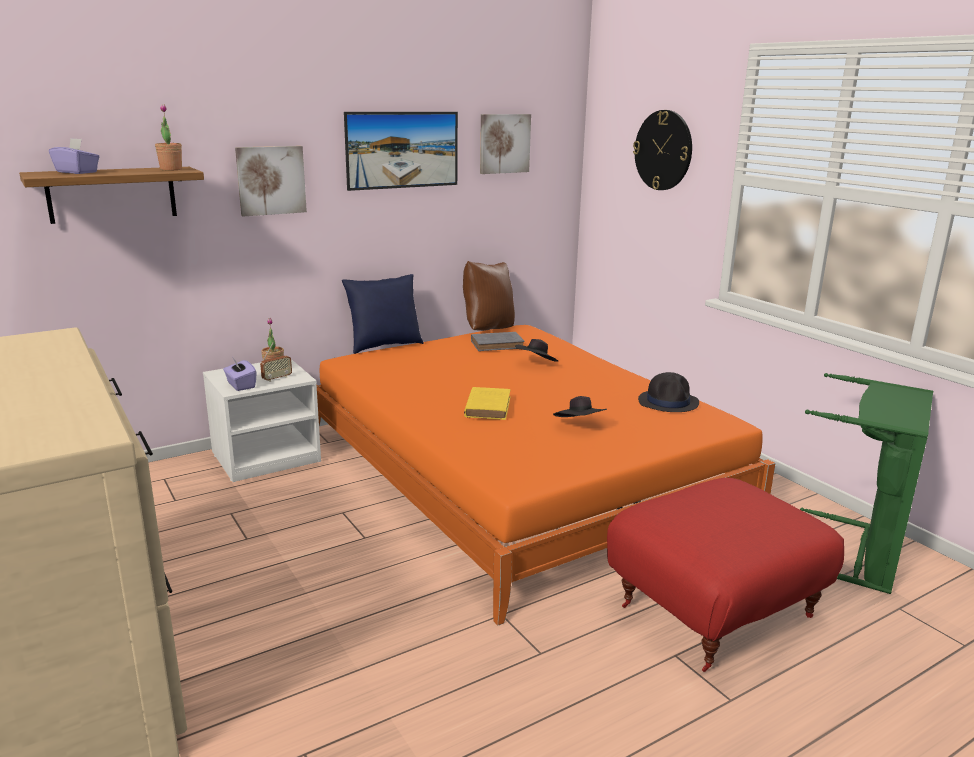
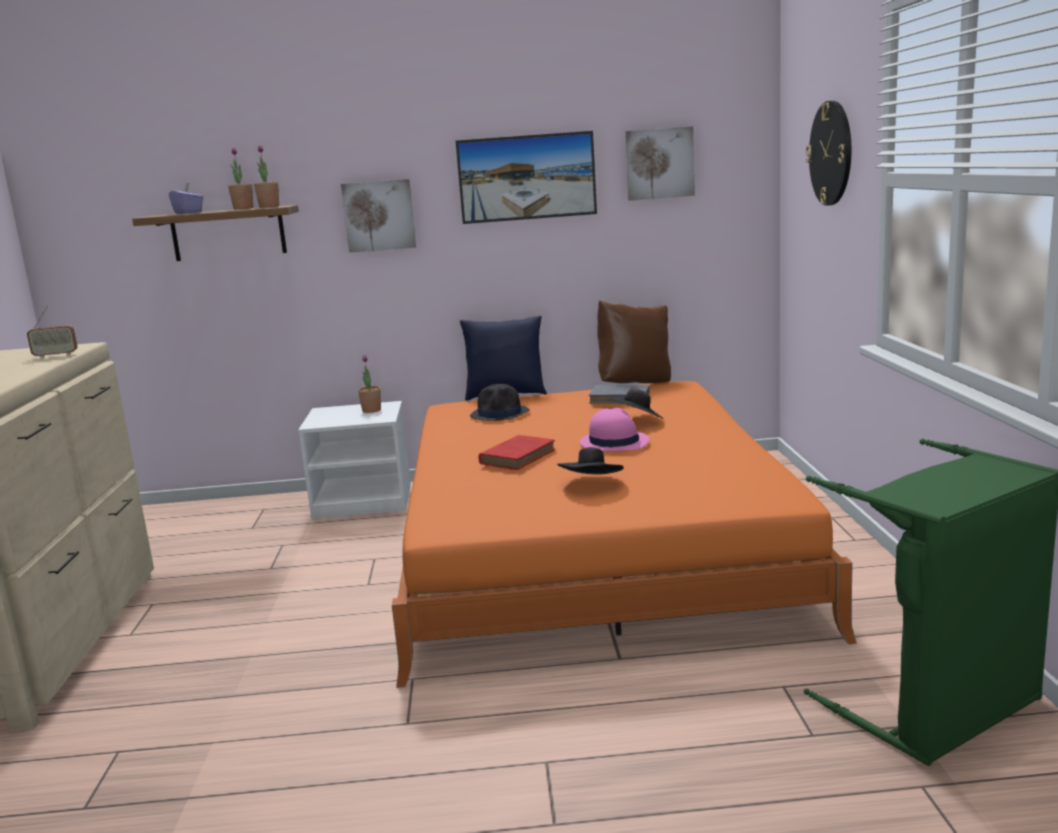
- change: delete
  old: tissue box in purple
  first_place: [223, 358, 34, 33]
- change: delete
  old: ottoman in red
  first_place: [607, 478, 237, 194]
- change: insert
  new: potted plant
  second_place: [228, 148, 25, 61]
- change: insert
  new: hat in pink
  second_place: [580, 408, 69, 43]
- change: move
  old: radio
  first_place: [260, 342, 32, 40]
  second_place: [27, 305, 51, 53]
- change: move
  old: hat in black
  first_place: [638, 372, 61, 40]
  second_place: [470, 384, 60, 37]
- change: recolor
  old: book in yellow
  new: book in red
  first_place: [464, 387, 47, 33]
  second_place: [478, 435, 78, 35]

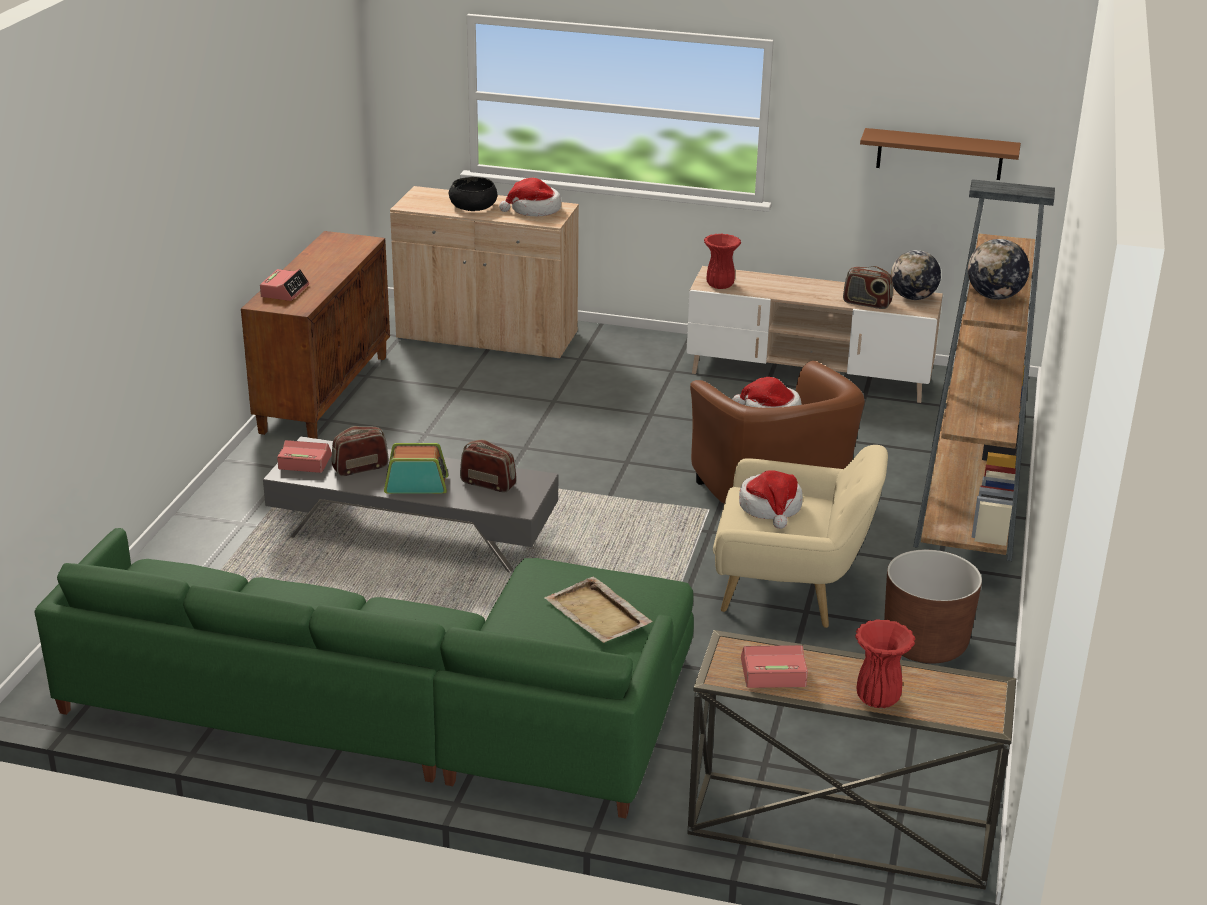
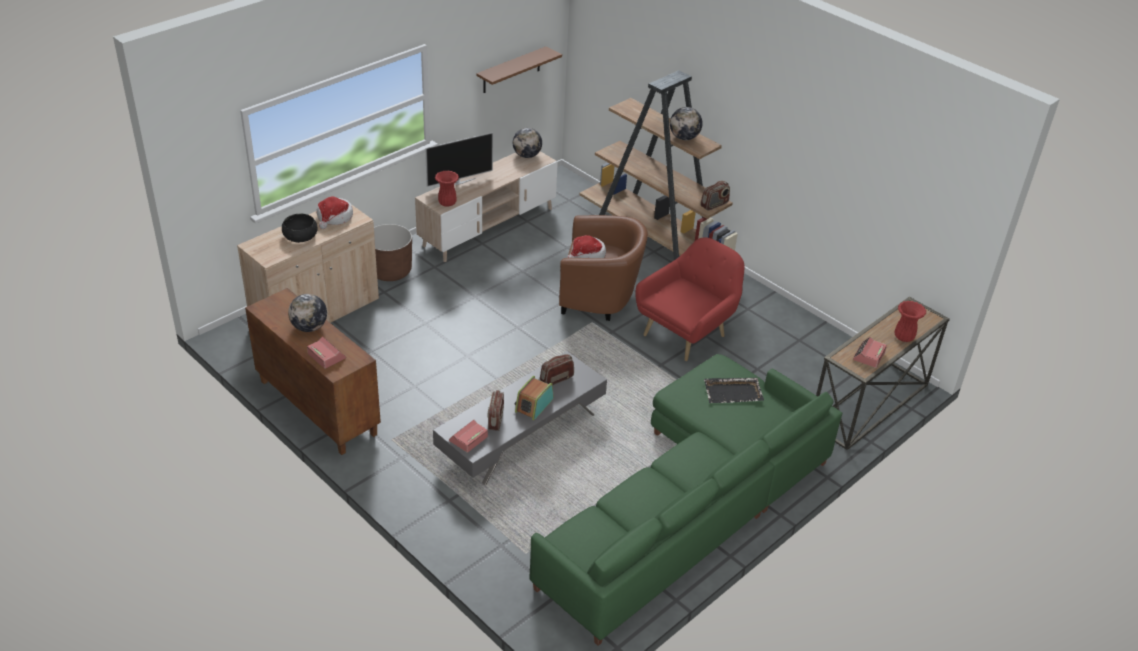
- change: delete
  old: hat
  first_place: [739, 470, 64, 59]
- change: insert
  new: globe
  second_place: [288, 294, 39, 38]
- change: insert
  new: television
  second_place: [425, 132, 68, 55]
- change: move
  old: radio
  first_place: [843, 266, 50, 43]
  second_place: [700, 181, 30, 29]
- change: move
  old: planter in brown
  first_place: [884, 550, 98, 113]
  second_place: [374, 224, 38, 57]
- change: recolor
  old: tray in beige
  new: tray in black
  first_place: [544, 577, 109, 66]
  second_place: [704, 378, 60, 25]
- change: recolor
  old: armchair in beige
  new: armchair in red
  first_place: [713, 445, 175, 183]
  second_place: [635, 237, 110, 124]

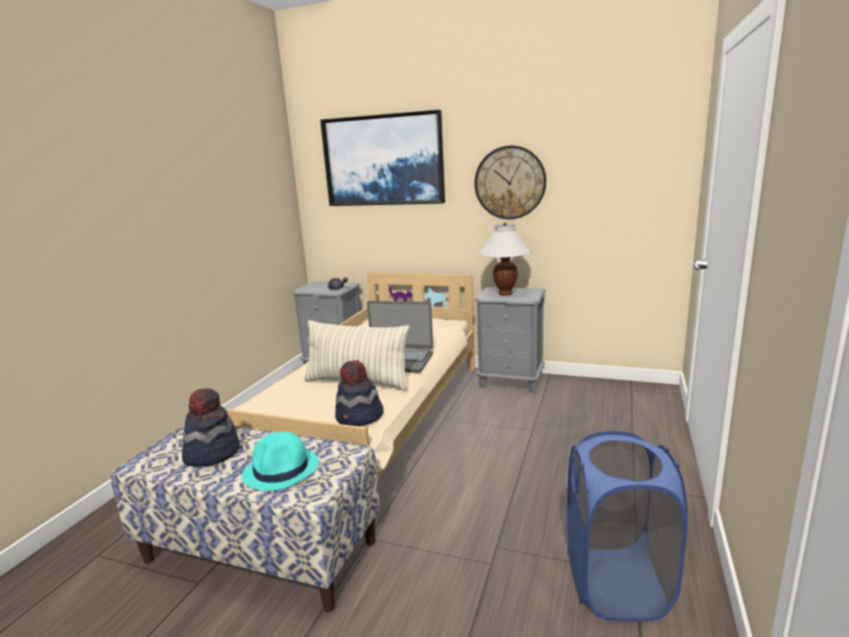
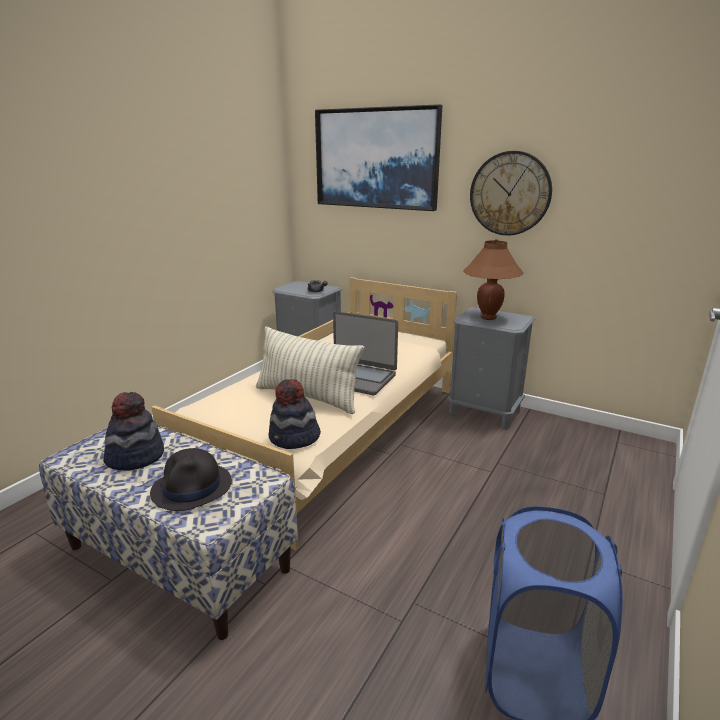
- change: recolor
  old: hat in turquoise
  new: hat in black
  first_place: [242, 432, 77, 59]
  second_place: [150, 448, 82, 63]
- change: recolor
  old: table lamp in white
  new: table lamp in brown
  first_place: [479, 223, 53, 73]
  second_place: [463, 239, 61, 81]

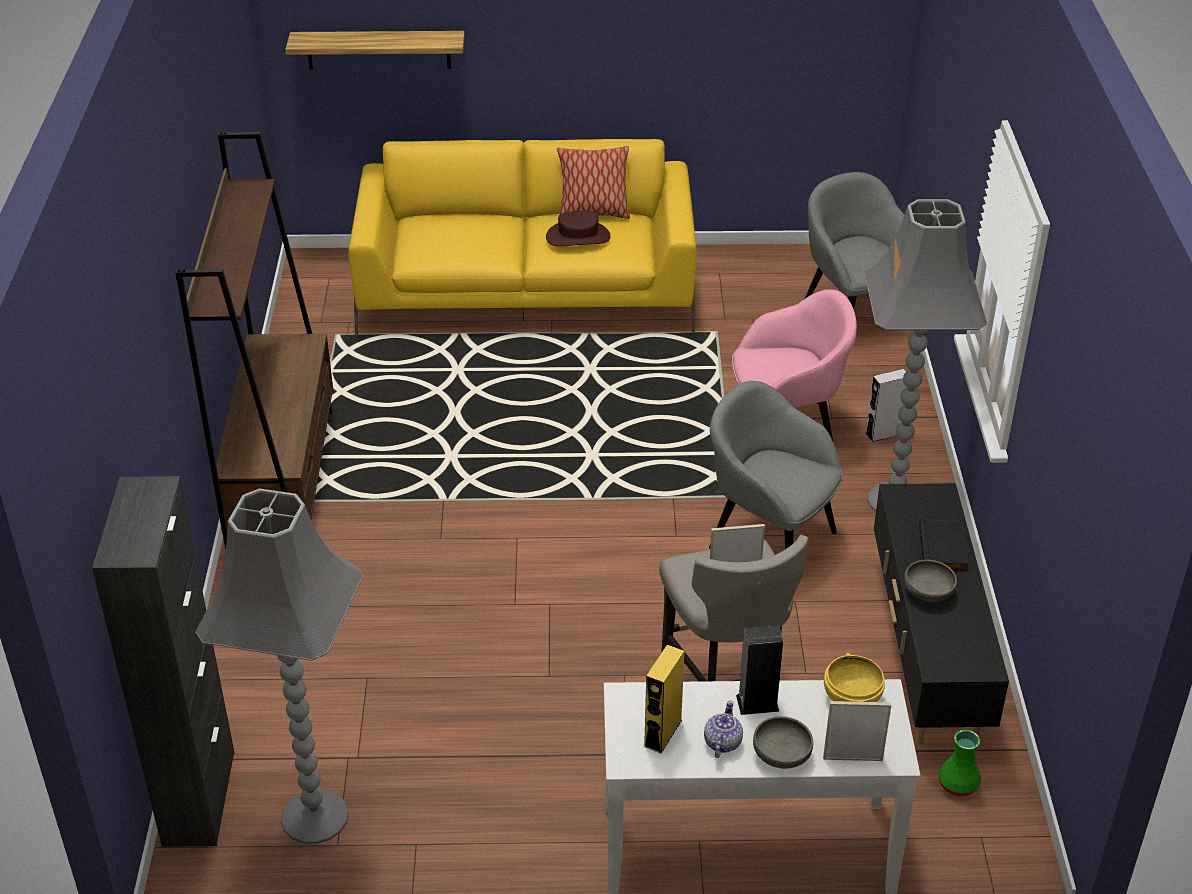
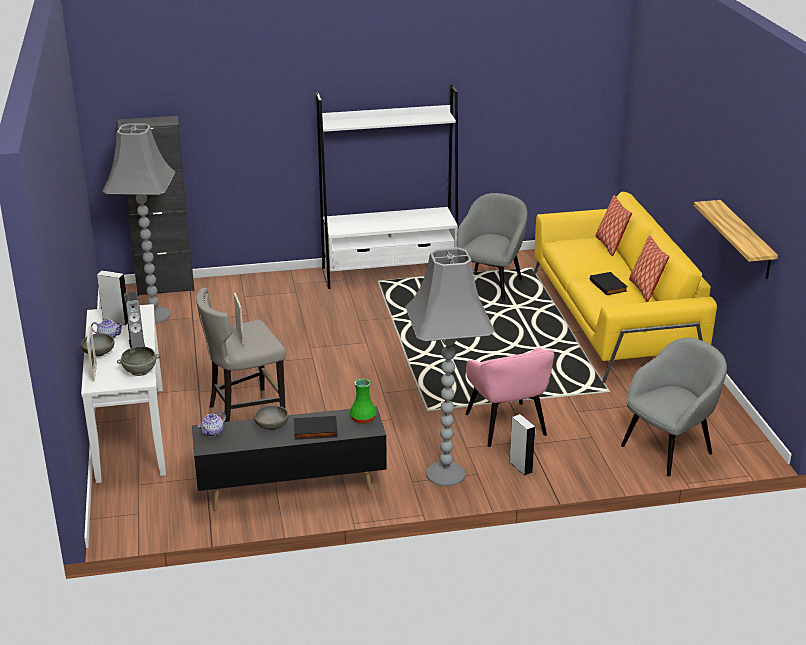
- change: insert
  new: teapot
  second_place: [198, 412, 28, 25]
- change: insert
  new: pillow
  second_place: [596, 195, 36, 61]
- change: move
  old: shelf
  first_place: [285, 31, 180, 39]
  second_place: [694, 200, 84, 79]
- change: move
  old: armchair in grey
  first_place: [709, 381, 134, 168]
  second_place: [456, 193, 72, 108]
- change: move
  old: vase in green
  first_place: [938, 730, 43, 67]
  second_place: [350, 379, 26, 45]
- change: replace
  old: hat in brown
  new: book in black
  first_place: [546, 211, 65, 35]
  second_place: [590, 272, 38, 23]
- change: recolor
  old: bookcase in brown
  new: bookcase in white
  first_place: [175, 132, 158, 418]
  second_place: [316, 85, 142, 204]
- change: recolor
  old: speaker in yellow
  new: speaker in grey
  first_place: [644, 645, 40, 108]
  second_place: [97, 271, 31, 54]
- change: recolor
  old: bowl in yellow
  new: bowl in grey
  first_place: [824, 653, 61, 49]
  second_place: [117, 346, 43, 30]

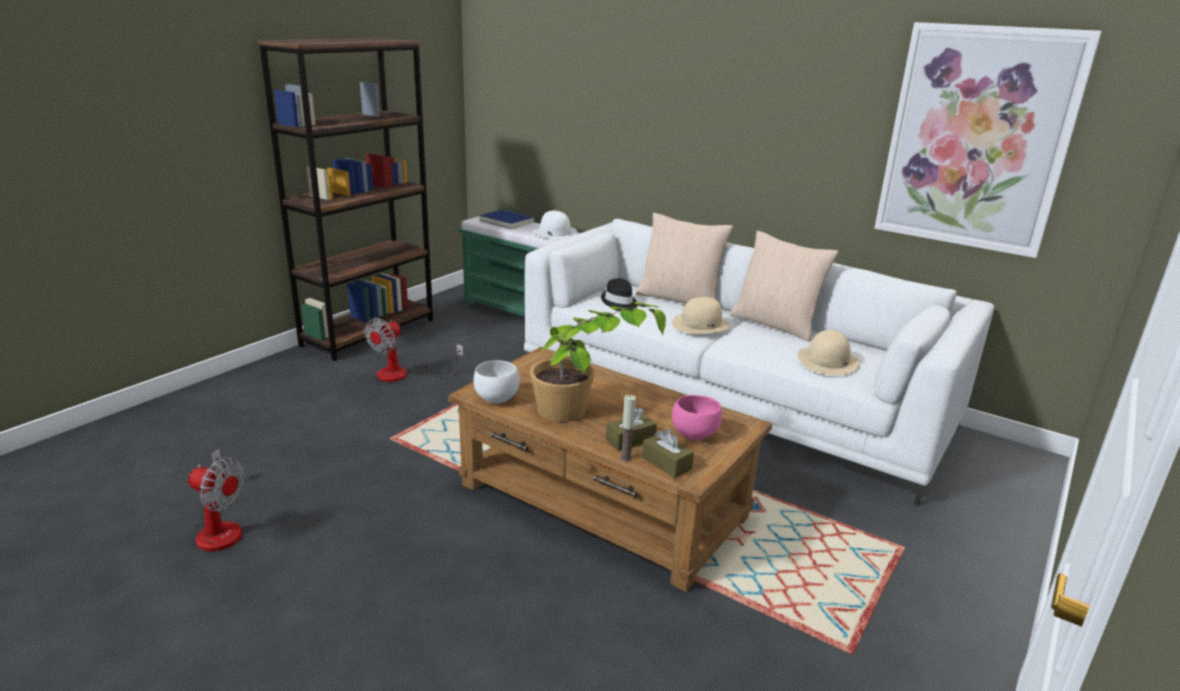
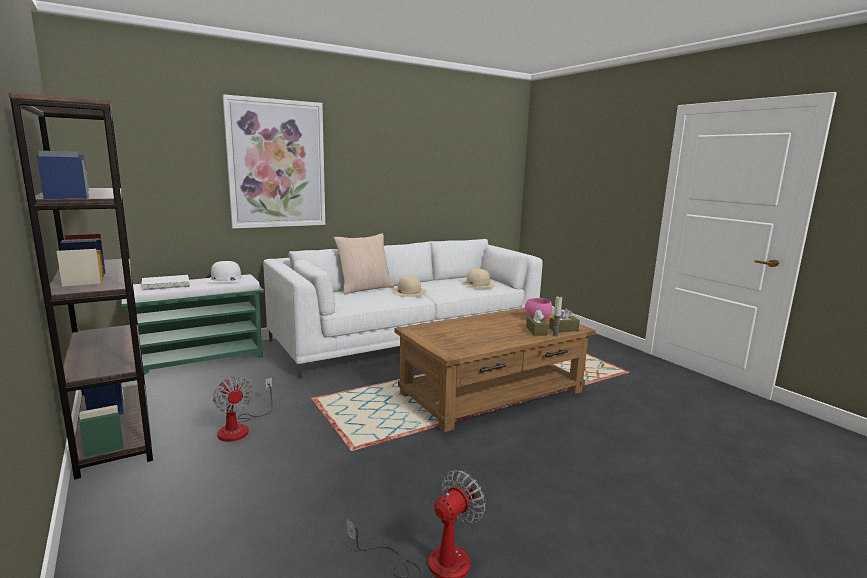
- change: delete
  old: bowl in white
  first_place: [474, 360, 46, 44]
- change: delete
  old: potted plant
  first_place: [530, 302, 136, 120]
- change: delete
  old: hat in black
  first_place: [601, 278, 37, 30]
- change: delete
  old: pillow in beige
  first_place: [730, 231, 109, 110]
- change: move
  old: picture
  first_place: [874, 22, 228, 236]
  second_place: [222, 94, 103, 135]
- change: recolor
  old: book in blue
  new: book in white
  first_place: [479, 209, 56, 20]
  second_place: [141, 275, 49, 15]

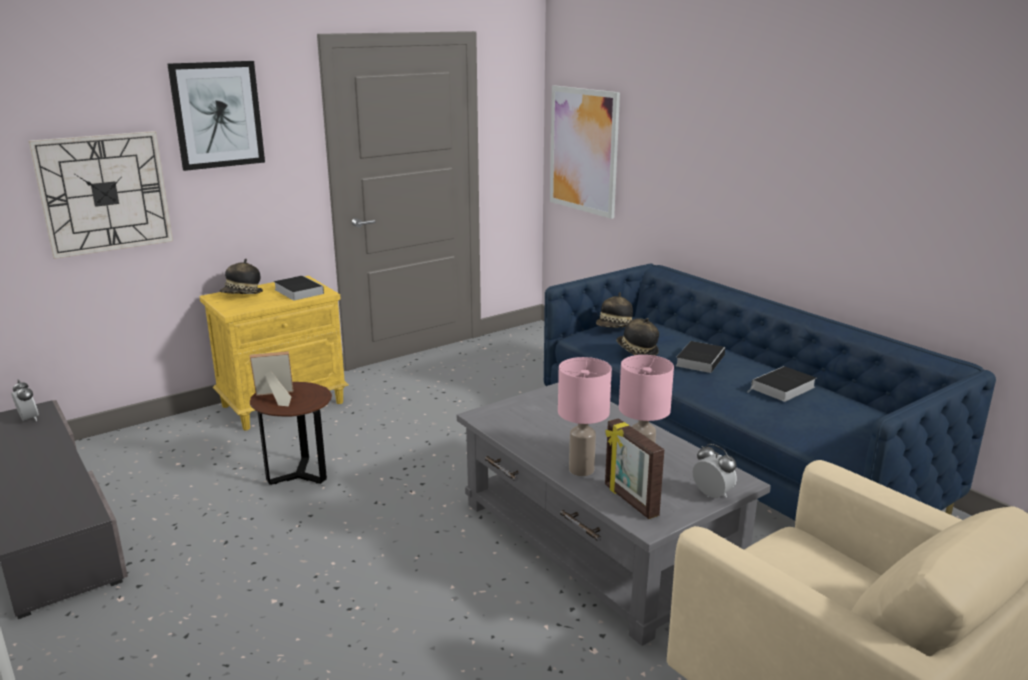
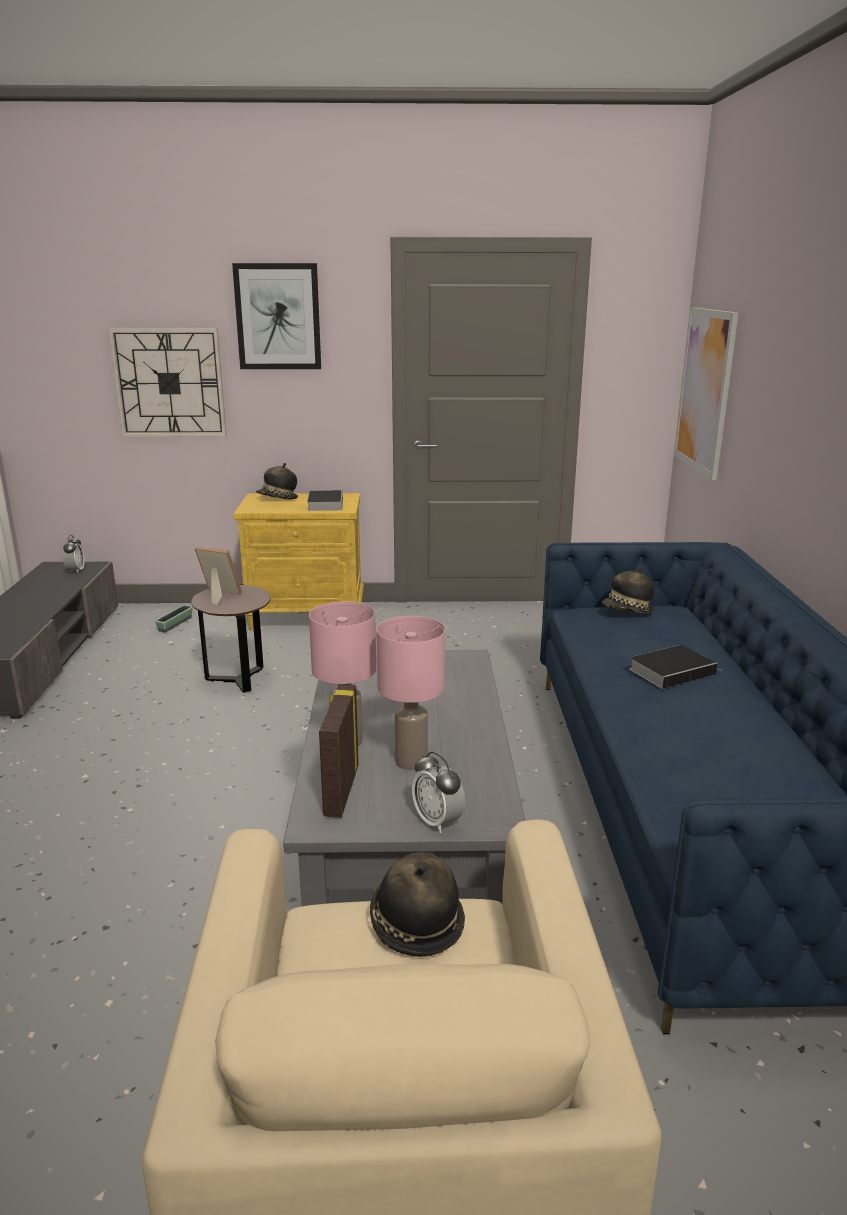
- change: delete
  old: book
  first_place: [747, 366, 70, 36]
- change: insert
  new: planter
  second_place: [155, 605, 38, 27]
- change: move
  old: hat
  first_place: [616, 318, 43, 38]
  second_place: [370, 852, 95, 105]
- change: rotate
  old: alarm clock
  first_place: [693, 444, 44, 54]
  second_place: [412, 751, 53, 82]
  degrees: 150

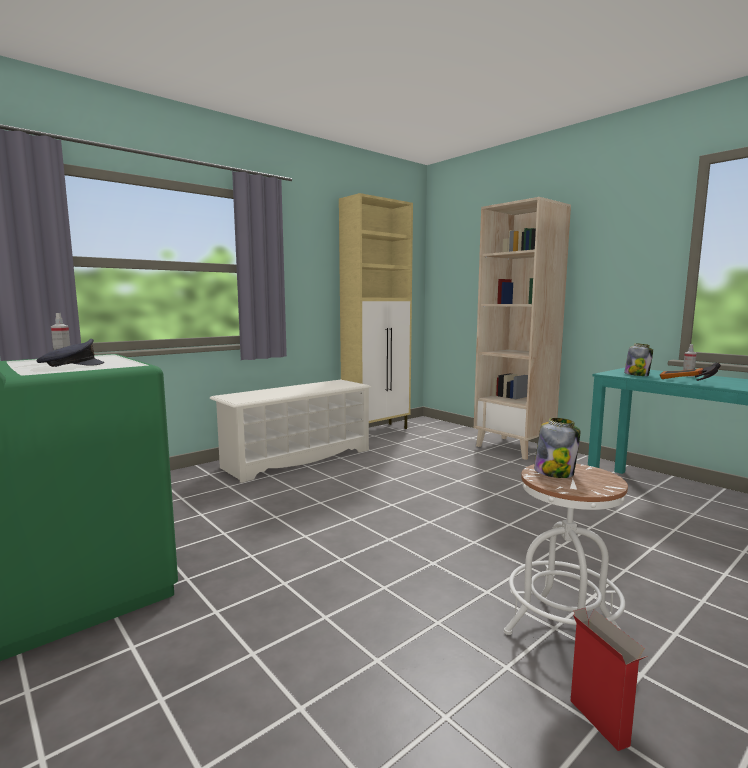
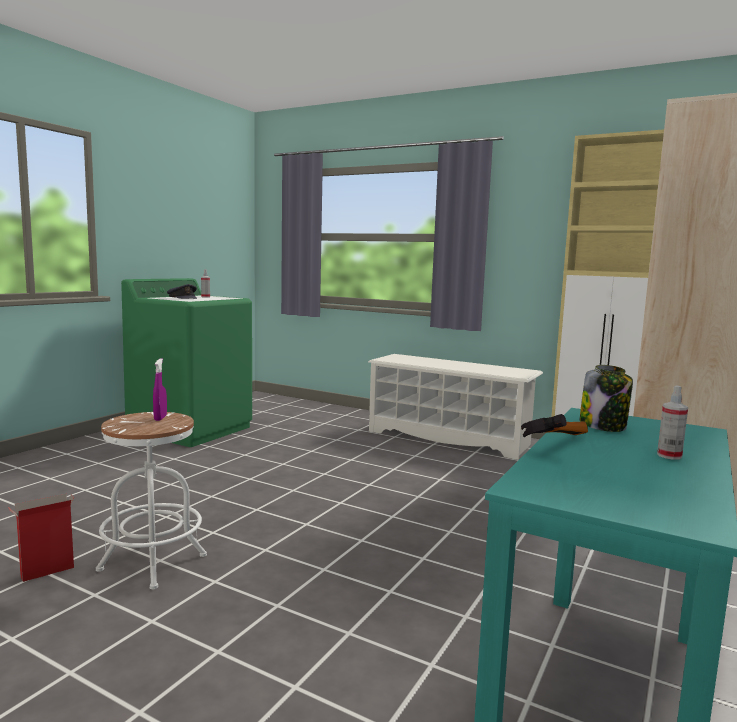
- change: replace
  old: jar
  new: spray bottle in purple
  first_place: [534, 418, 46, 60]
  second_place: [153, 358, 14, 63]

